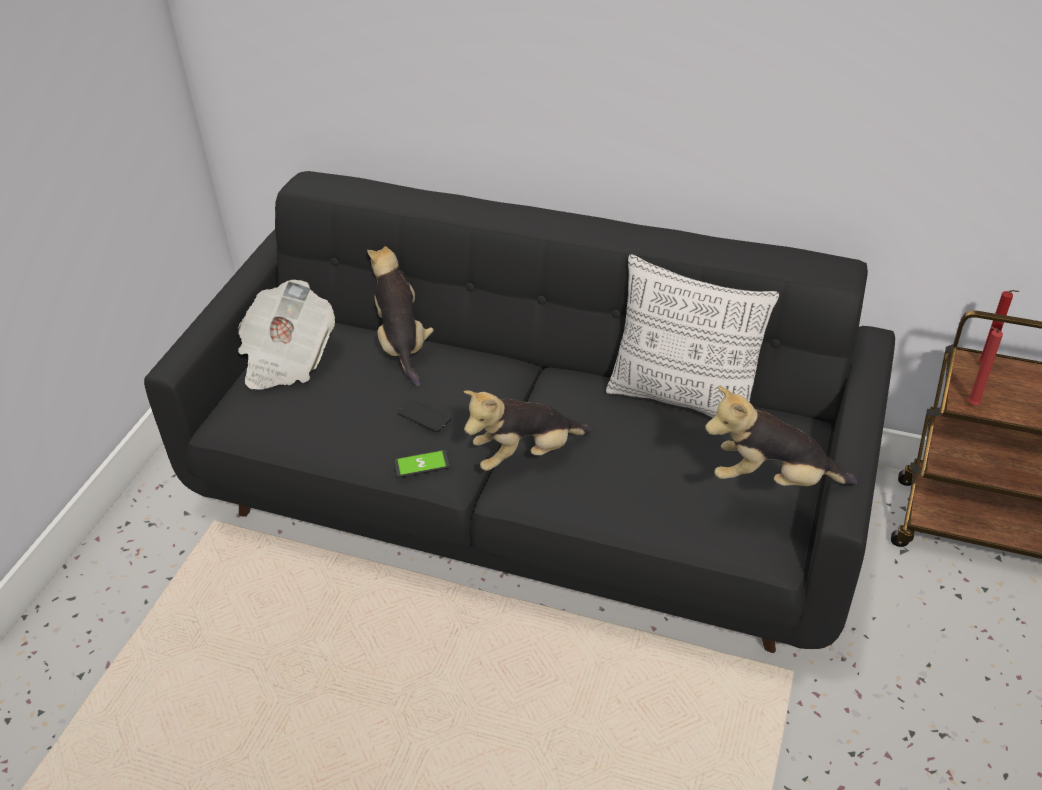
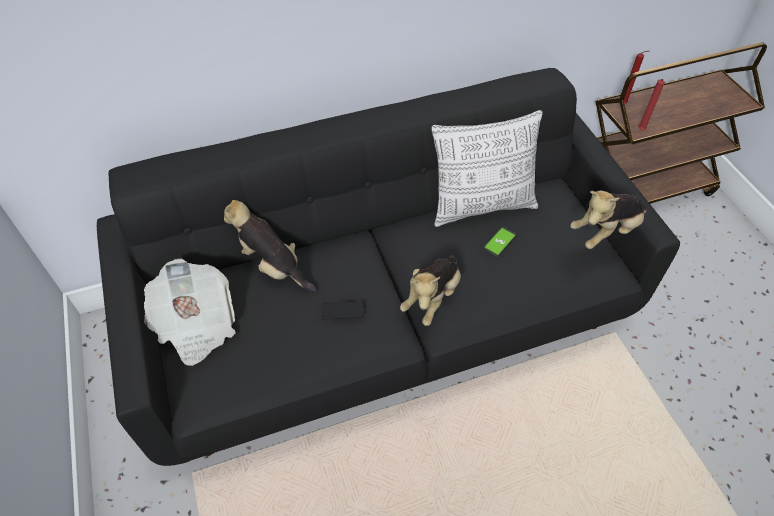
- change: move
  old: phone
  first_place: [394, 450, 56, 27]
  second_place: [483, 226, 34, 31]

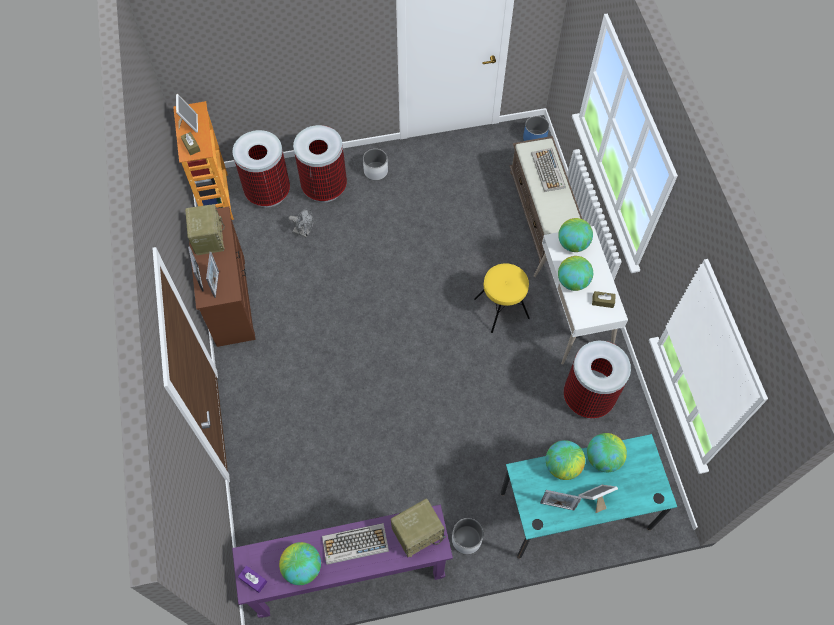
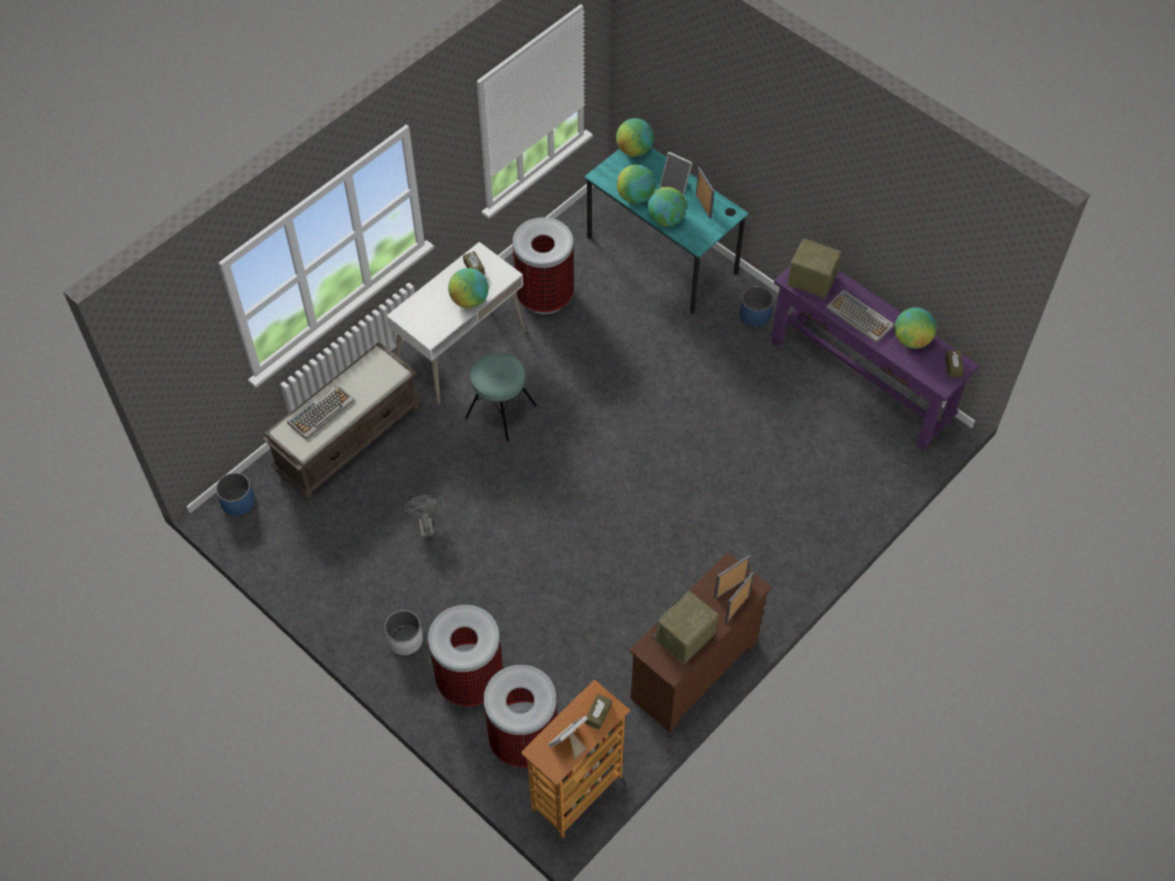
- change: move
  old: fan in grey
  first_place: [289, 208, 25, 30]
  second_place: [404, 495, 37, 43]
- change: move
  old: globe
  first_place: [558, 218, 35, 34]
  second_place: [616, 118, 38, 39]
- change: recolor
  old: tissue box in purple
  new: tissue box in brown
  first_place: [238, 566, 29, 27]
  second_place: [945, 350, 19, 27]
- change: recolor
  old: planter in white
  new: planter in blue
  first_place: [452, 518, 31, 36]
  second_place: [740, 286, 33, 41]
- change: recolor
  old: stool in yellow
  new: stool in turquoise
  first_place: [474, 263, 56, 70]
  second_place: [465, 353, 72, 89]

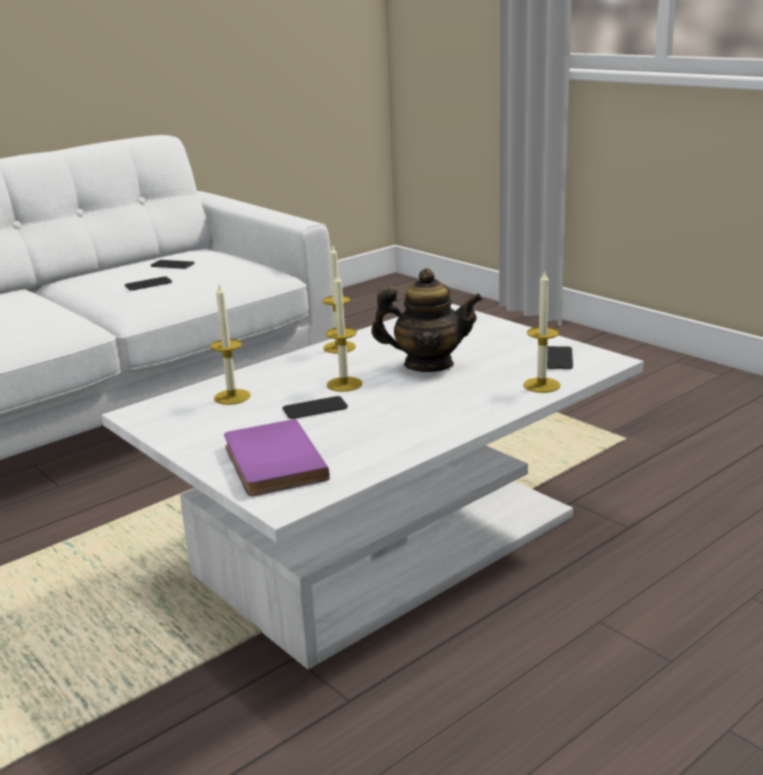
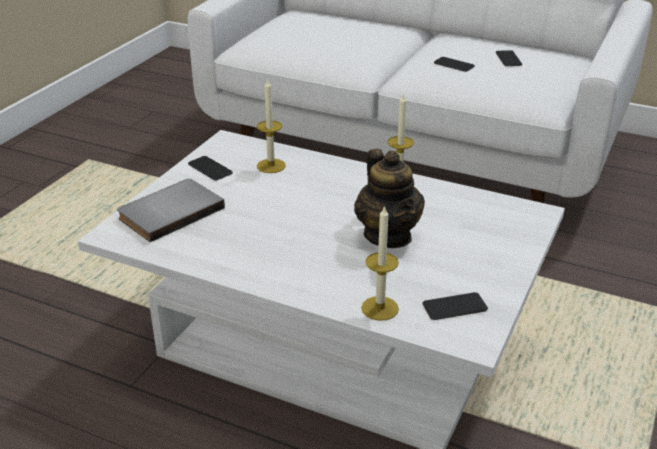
- change: delete
  old: candle
  first_place: [326, 273, 36, 119]
- change: move
  old: phone
  first_place: [283, 396, 65, 23]
  second_place: [188, 156, 45, 25]
- change: recolor
  old: book in purple
  new: book in grey
  first_place: [224, 419, 106, 77]
  second_place: [117, 179, 108, 63]

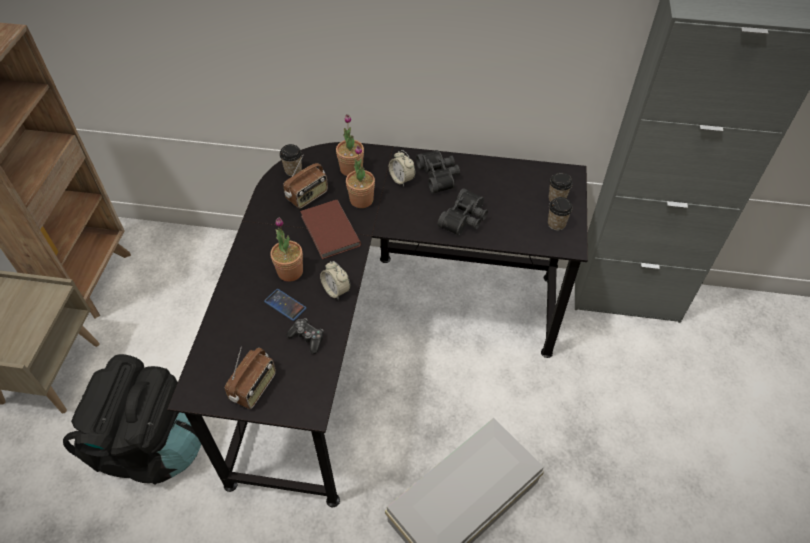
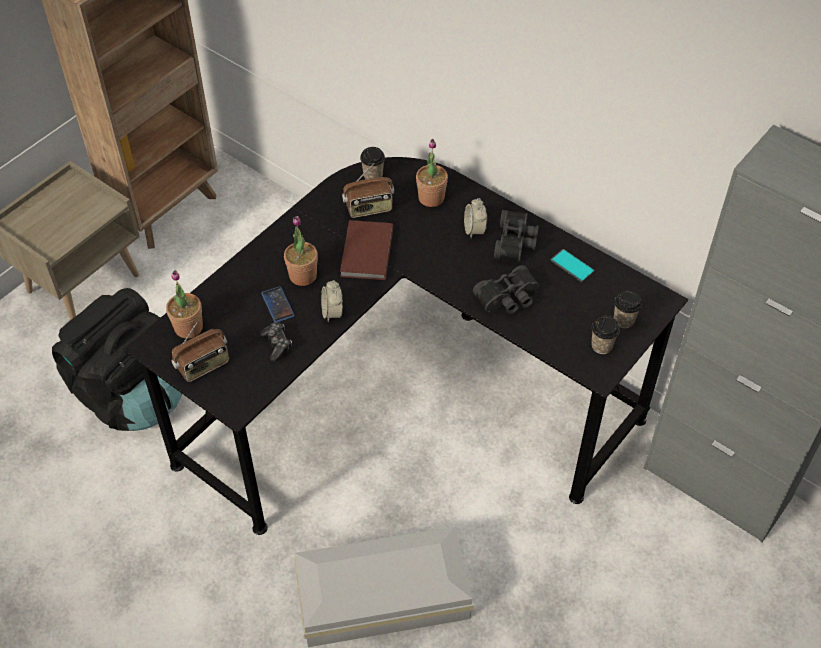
- change: insert
  new: phone
  second_place: [550, 249, 45, 33]
- change: move
  old: potted plant
  first_place: [346, 145, 29, 63]
  second_place: [166, 270, 37, 68]

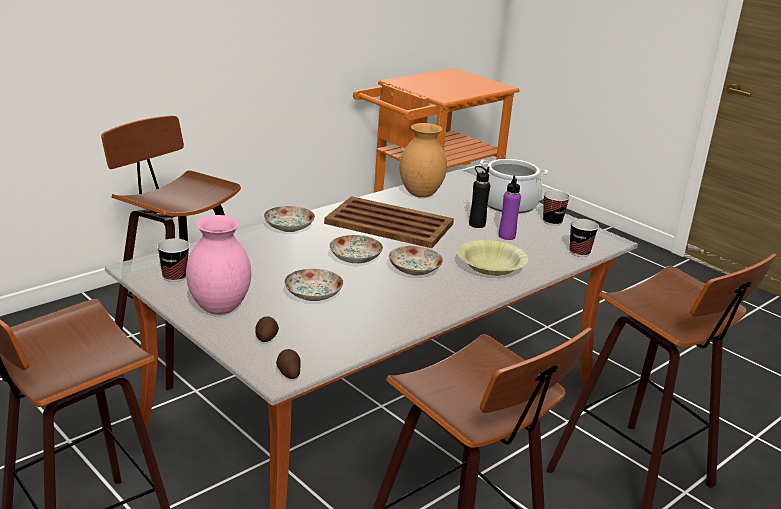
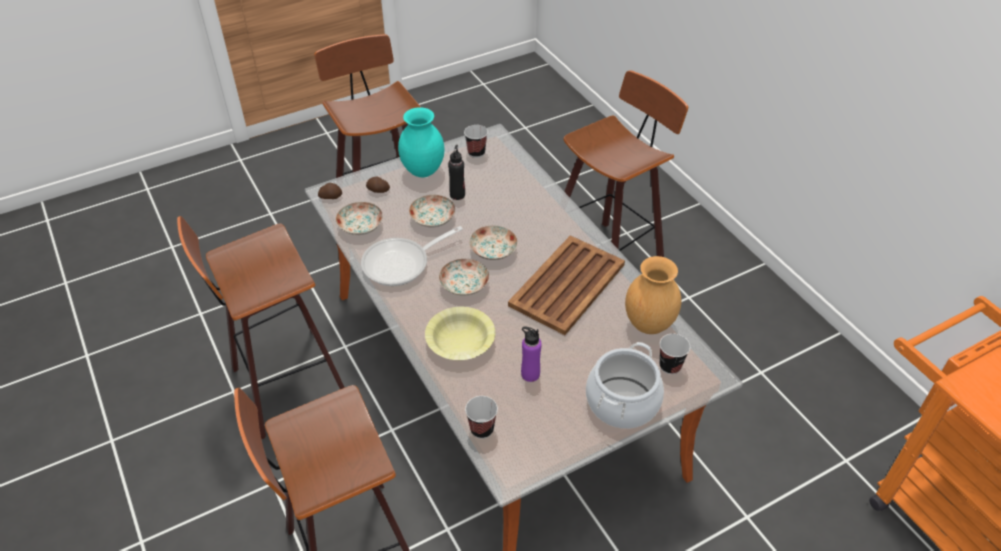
- change: insert
  new: frying pan
  second_place: [361, 226, 102, 60]
- change: move
  old: plate
  first_place: [264, 206, 51, 26]
  second_place: [336, 202, 47, 33]
- change: move
  old: bottle in black
  first_place: [469, 166, 21, 62]
  second_place: [448, 145, 17, 55]
- change: move
  old: cup
  first_place: [543, 190, 27, 36]
  second_place: [660, 334, 30, 40]
- change: recolor
  old: vase in pink
  new: vase in turquoise
  first_place: [186, 215, 65, 100]
  second_place: [398, 107, 46, 70]

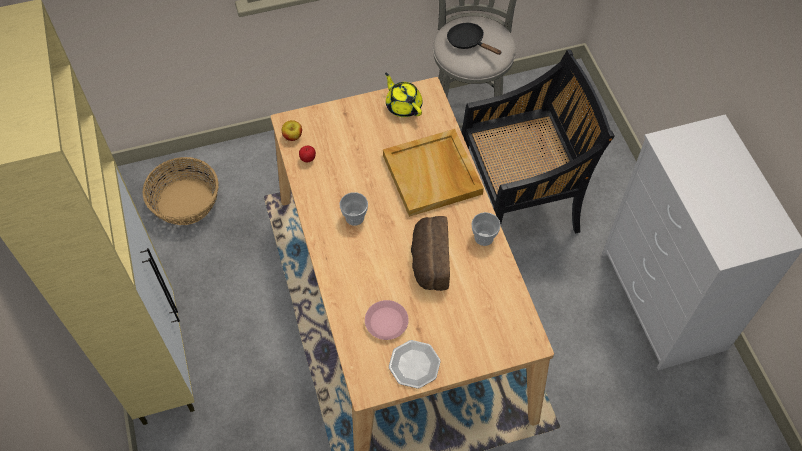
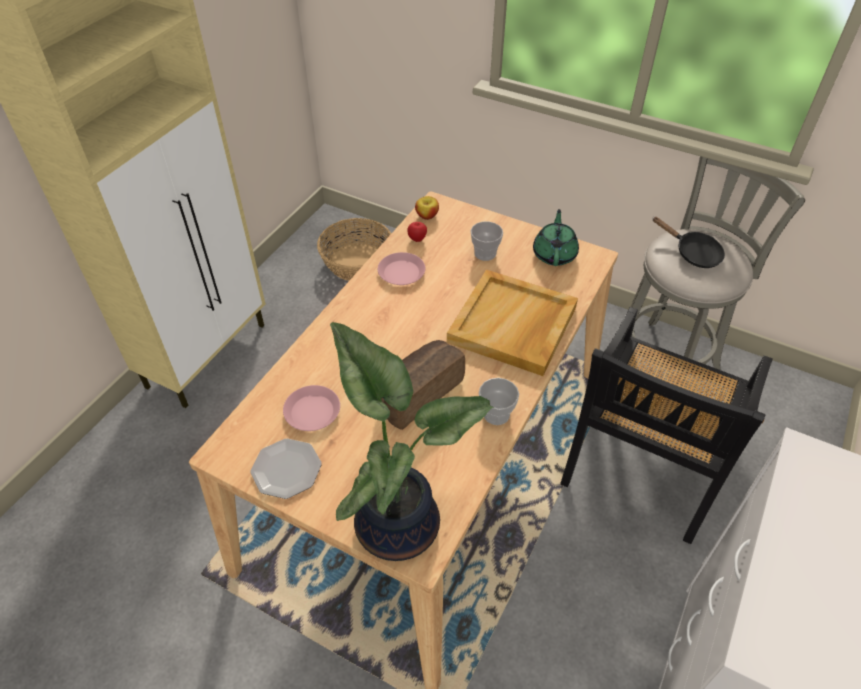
- change: insert
  new: potted plant
  second_place: [330, 322, 164, 239]
- change: insert
  new: plate in pink
  second_place: [378, 252, 47, 33]
- change: move
  old: cup
  first_place: [340, 192, 28, 34]
  second_place: [470, 221, 33, 40]
- change: recolor
  old: teapot in yellow
  new: teapot in green
  first_place: [385, 73, 37, 44]
  second_place: [533, 209, 46, 57]
- change: rotate
  old: frying pan in black
  first_place: [447, 23, 55, 32]
  second_place: [652, 217, 73, 51]
  degrees: 135
- change: rotate
  old: chair in black
  first_place: [461, 50, 154, 184]
  second_place: [560, 307, 213, 237]
  degrees: 90

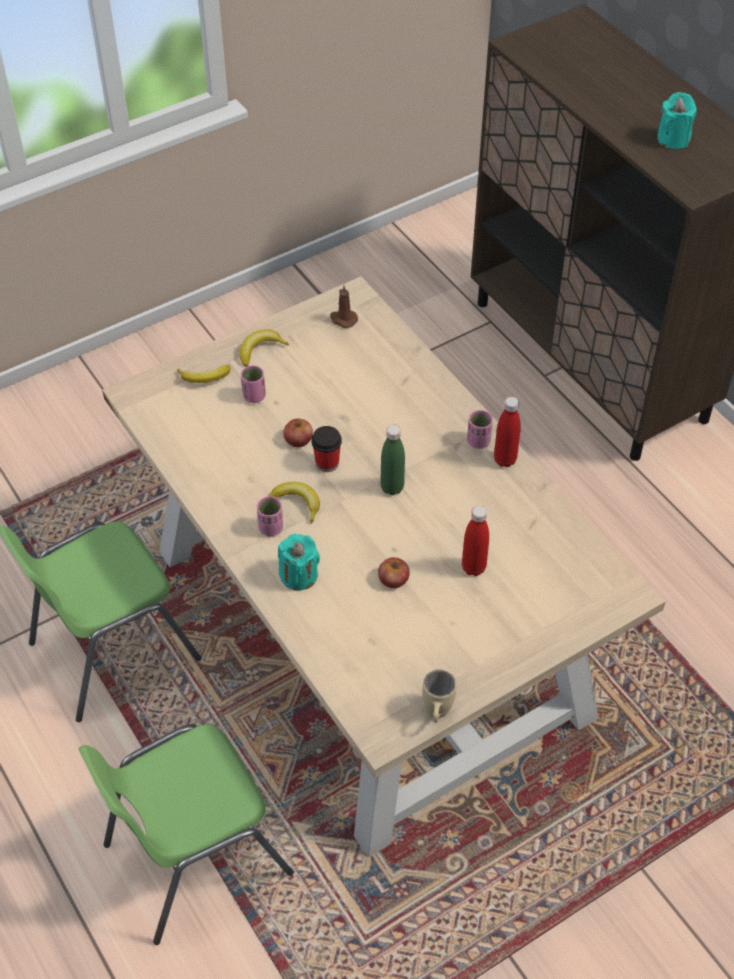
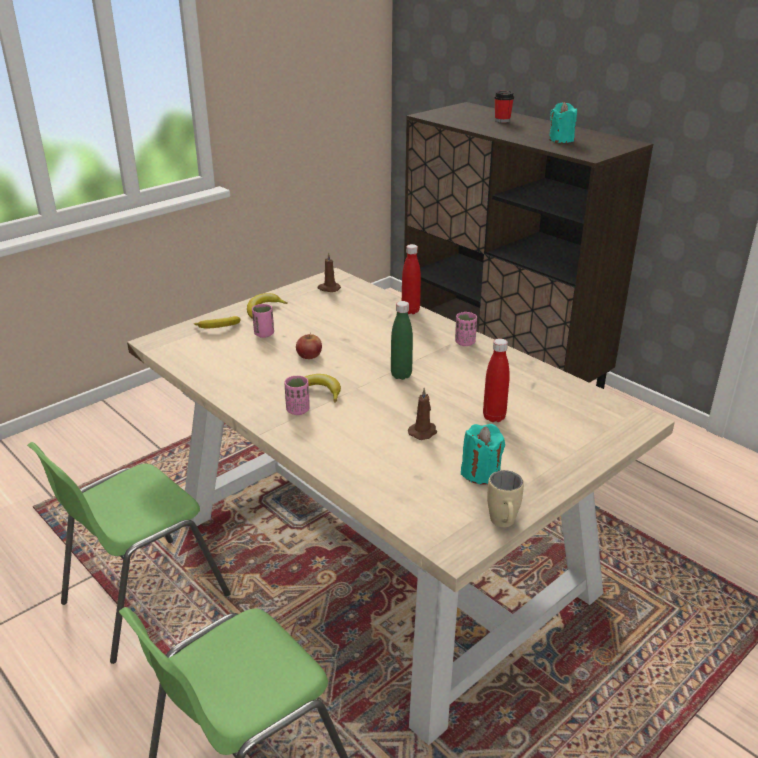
- change: move
  old: candle in turquoise
  first_place: [278, 534, 42, 56]
  second_place: [461, 424, 44, 61]
- change: move
  old: cup
  first_place: [311, 426, 31, 46]
  second_place: [494, 91, 20, 32]
- change: move
  old: bottle in red
  first_place: [494, 397, 27, 70]
  second_place: [402, 244, 19, 70]
- change: replace
  old: apple
  new: candle in brown
  first_place: [378, 557, 32, 31]
  second_place: [408, 387, 29, 53]

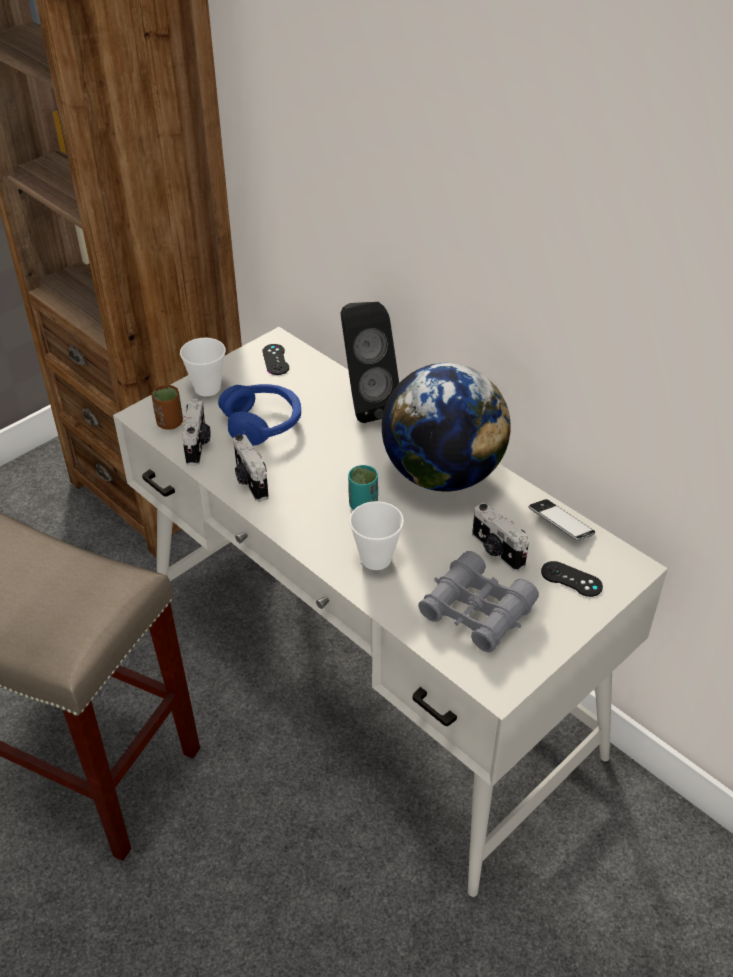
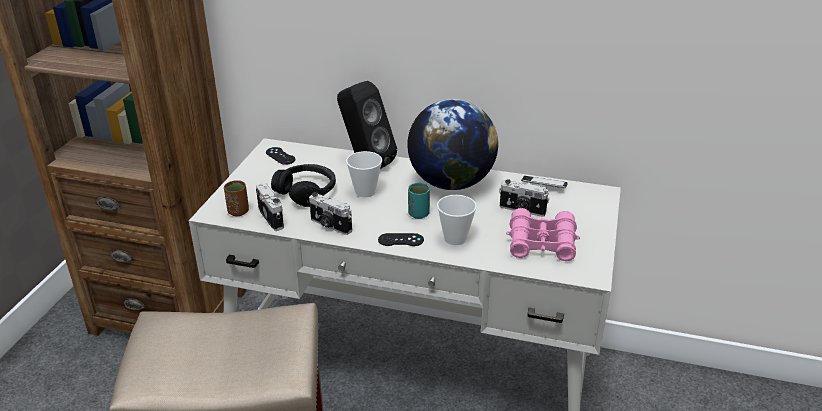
- change: move
  old: cup
  first_place: [180, 338, 46, 58]
  second_place: [346, 151, 36, 46]
- change: move
  old: game controller in black
  first_place: [541, 561, 62, 36]
  second_place: [378, 233, 46, 13]
- change: recolor
  old: headphones in blue
  new: headphones in black
  first_place: [218, 384, 83, 62]
  second_place: [271, 164, 65, 43]
- change: recolor
  old: binoculars in grey
  new: binoculars in pink
  first_place: [418, 551, 121, 102]
  second_place: [506, 208, 74, 53]

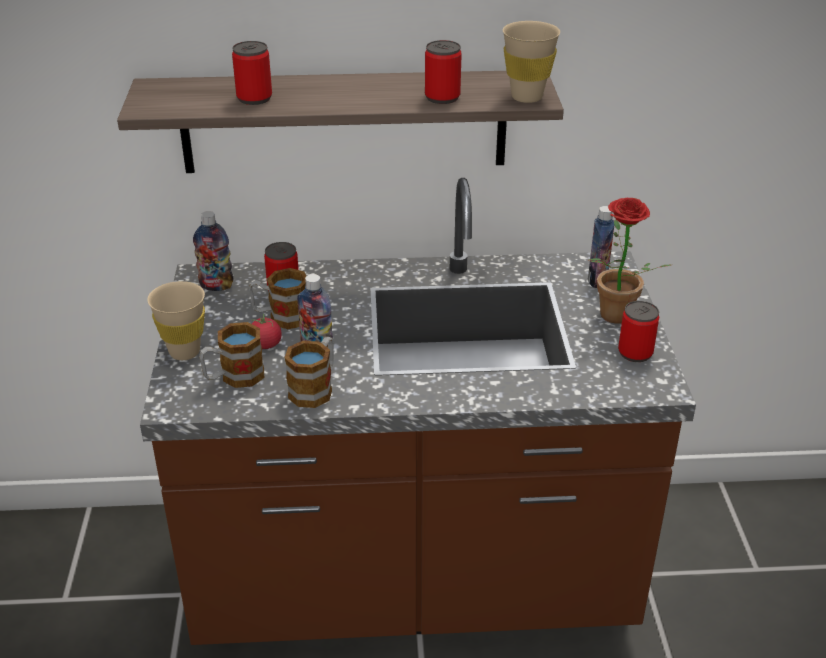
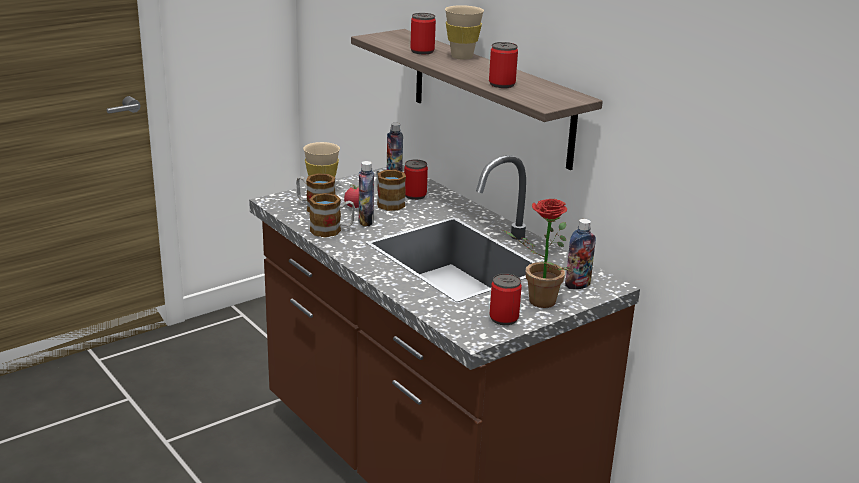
- change: move
  old: cup in beige
  first_place: [503, 21, 57, 82]
  second_place: [445, 5, 39, 55]

